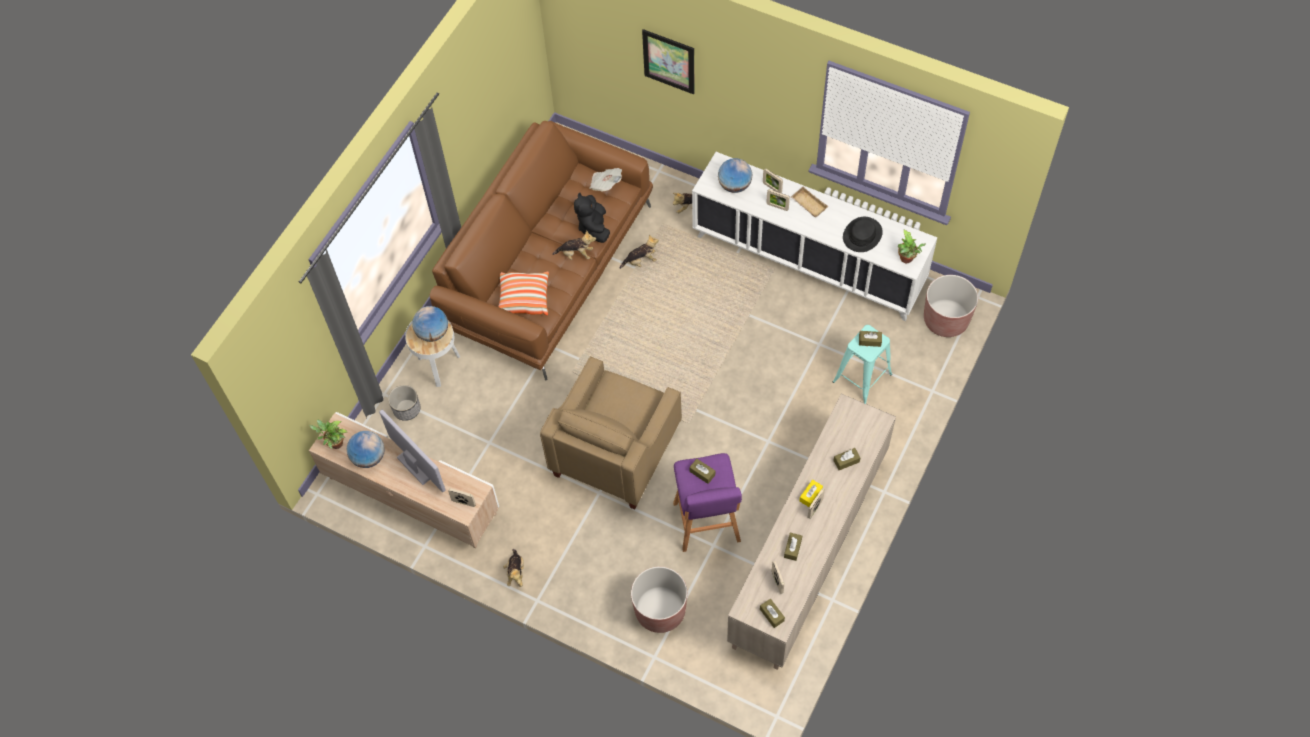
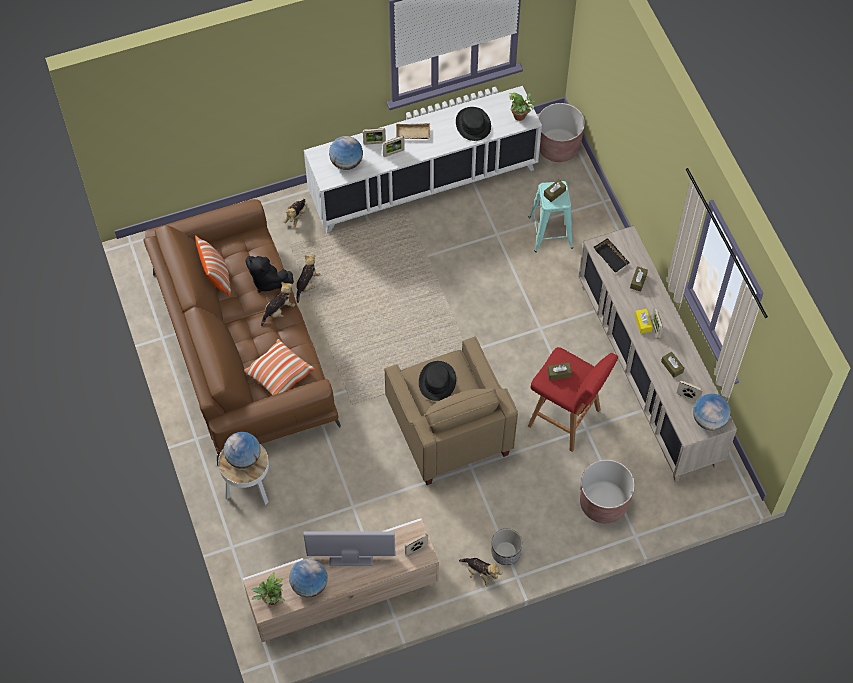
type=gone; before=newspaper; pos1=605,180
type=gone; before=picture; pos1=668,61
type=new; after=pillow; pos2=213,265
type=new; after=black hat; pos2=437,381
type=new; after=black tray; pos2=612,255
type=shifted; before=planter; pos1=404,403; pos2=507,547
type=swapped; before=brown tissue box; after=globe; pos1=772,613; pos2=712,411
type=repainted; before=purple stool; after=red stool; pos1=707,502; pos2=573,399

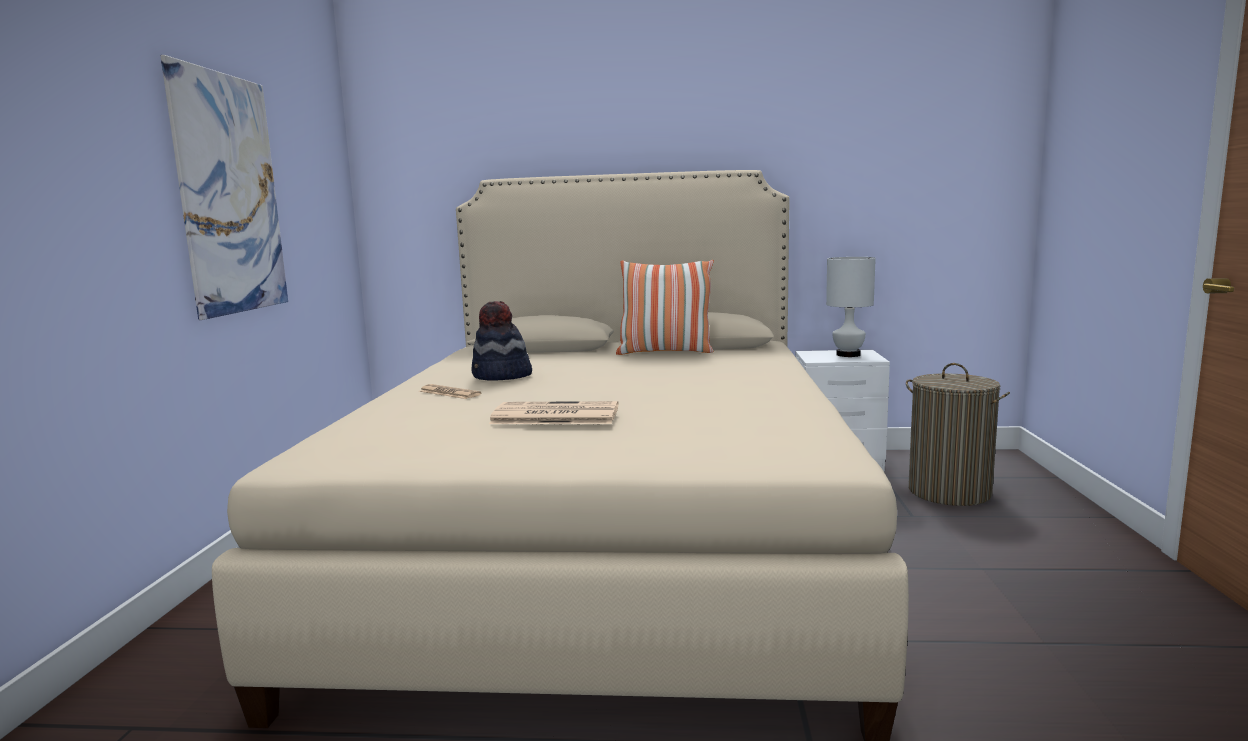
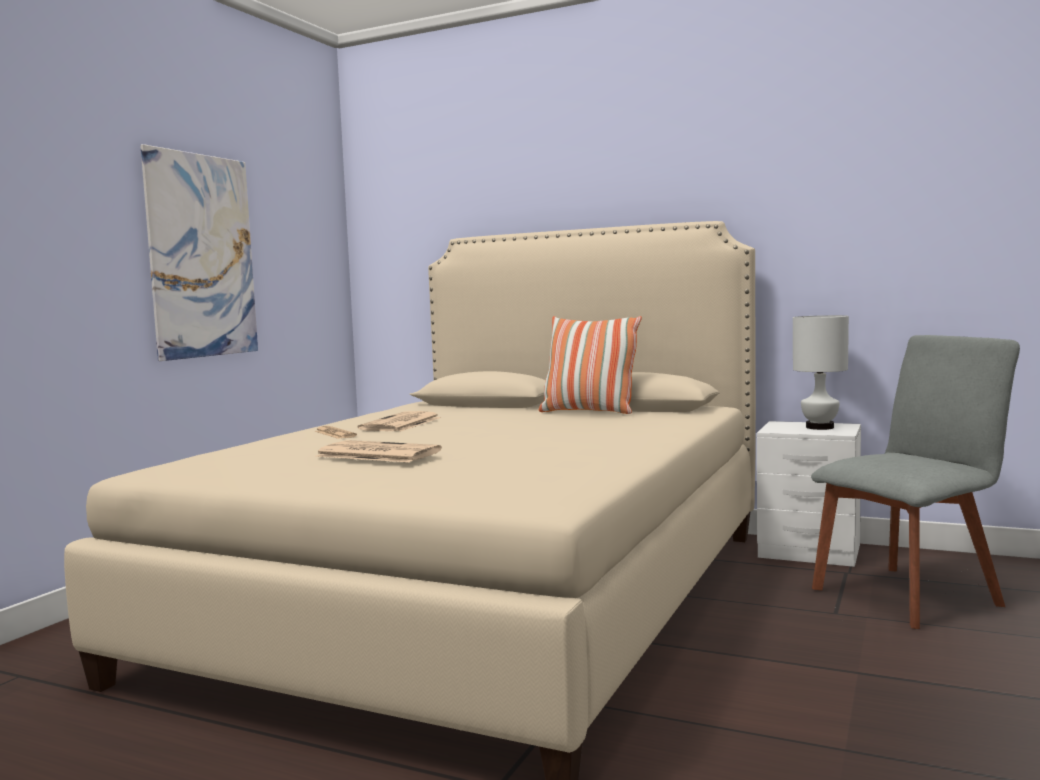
type=swapped; before=hat; after=newspaper; pos1=501,340; pos2=399,421
type=swapped; before=laundry basket; after=grey chair; pos1=958,434; pos2=915,482

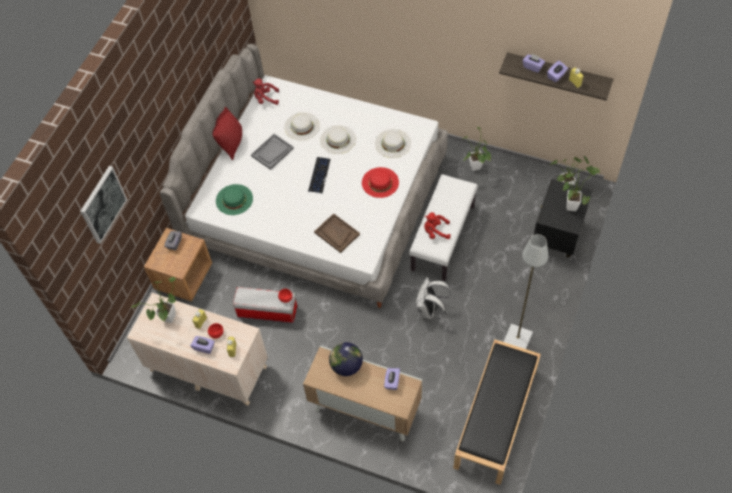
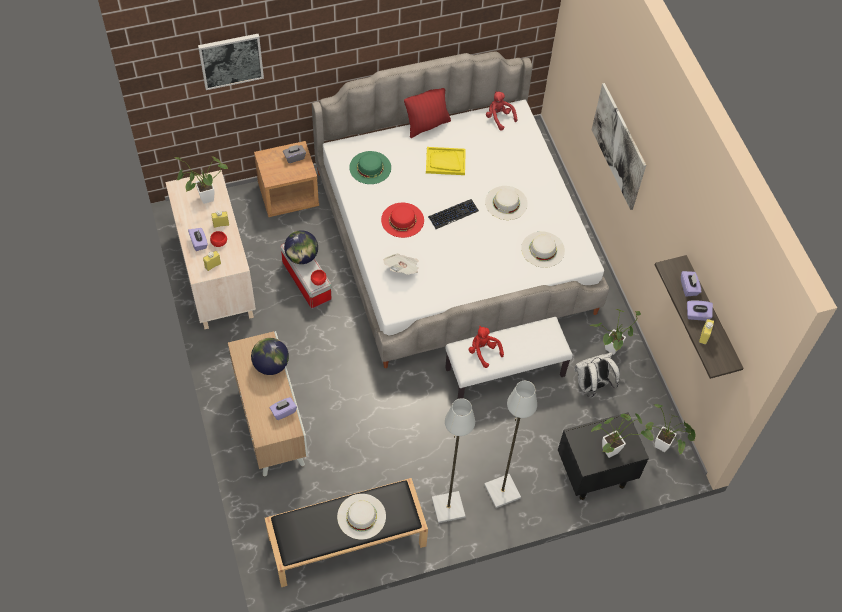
type=new; after=globe; pos2=301,247
type=new; after=grey floor lamp; pos2=510,444
type=new; after=picture; pos2=619,146
type=shifted; before=white hat; pos1=302,126; pos2=361,517
type=shifted; before=red hat; pos1=380,182; pos2=402,220
type=shifted; before=white backpack; pos1=433,298; pos2=597,375
type=swapped; before=brown tray; after=newspaper; pos1=337,233; pos2=401,264
type=repainted; before=grey tray; after=yellow tray; pos1=272,152; pos2=446,161

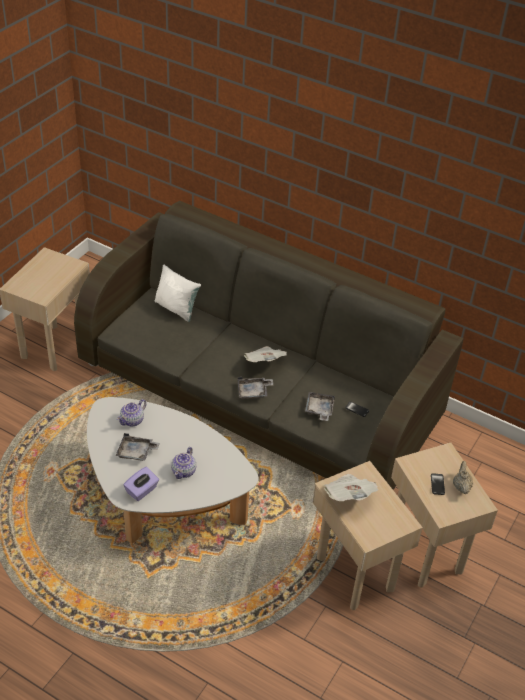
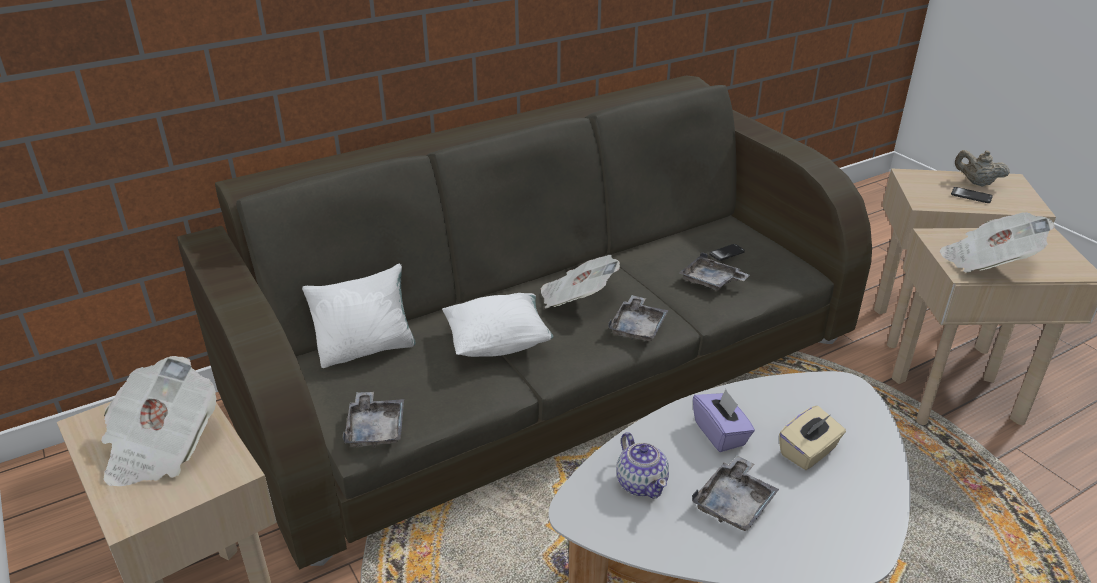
type=new; after=newspaper; pos2=159,421
type=new; after=grey tray; pos2=373,419
type=new; after=white pillow; pos2=497,325
type=shifted; before=purple tissue box; pos1=141,484; pos2=724,420
type=swapped; before=teapot; after=beige tissue box; pos1=183,463; pos2=812,438

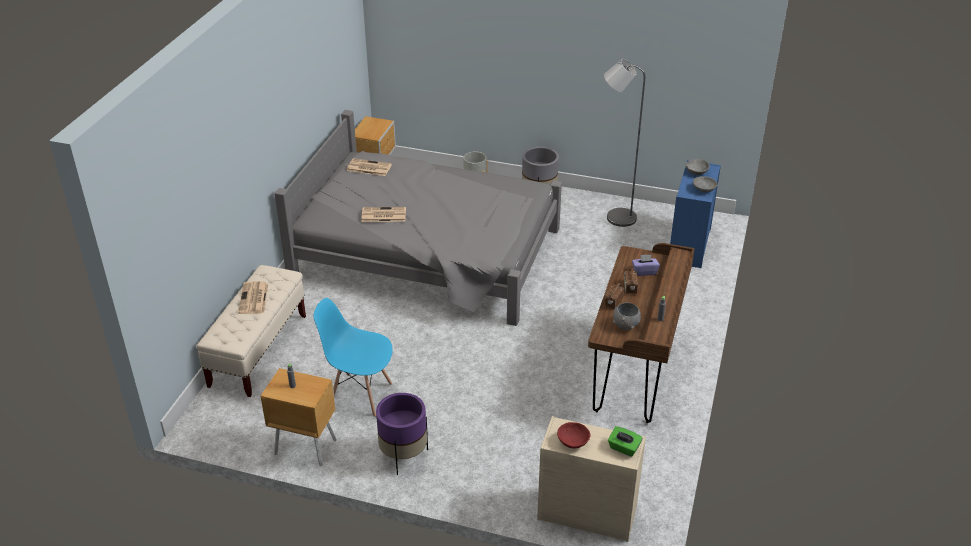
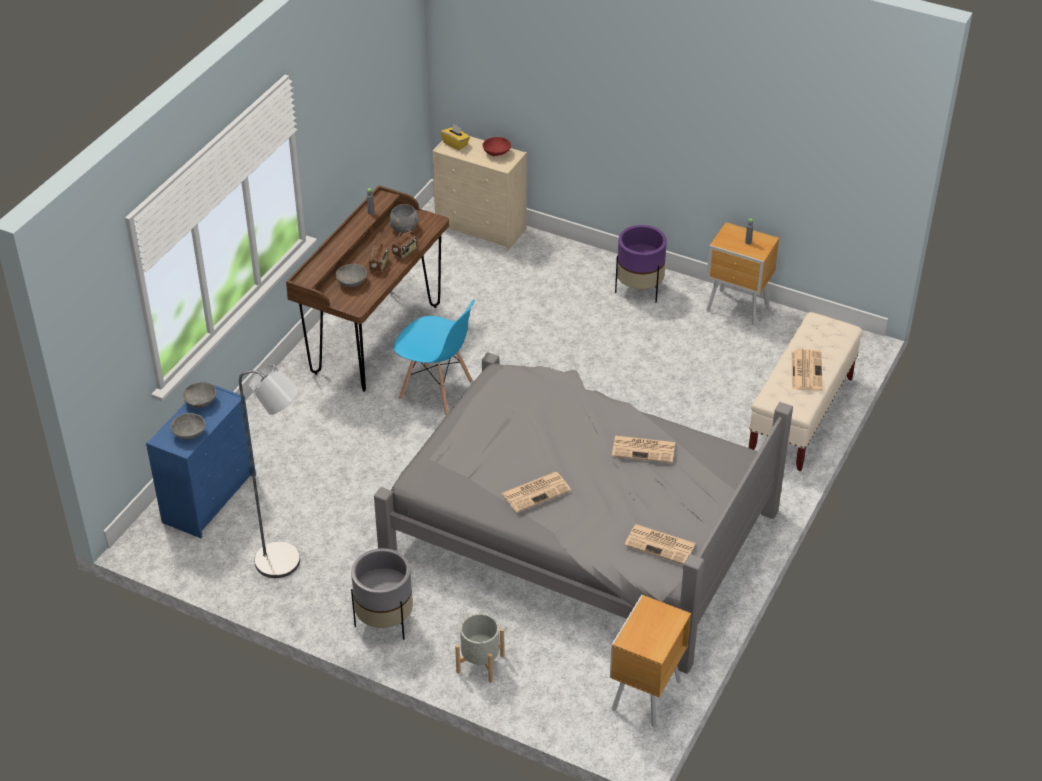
type=new; after=newspaper; pos2=536,492
type=shifted; before=blue chair; pos1=353,357; pos2=434,357
type=swapped; before=purple tissue box; after=grey bowl; pos1=646,265; pos2=351,275
type=repainted; before=green tissue box; after=yellow tissue box; pos1=625,441; pos2=455,137

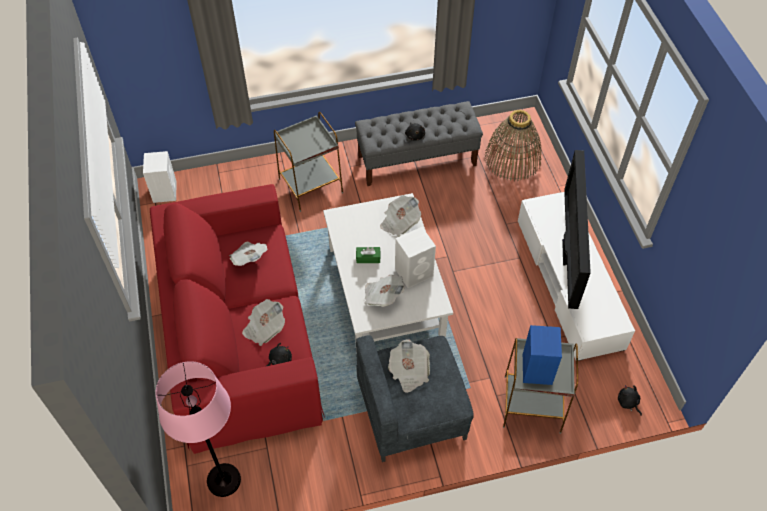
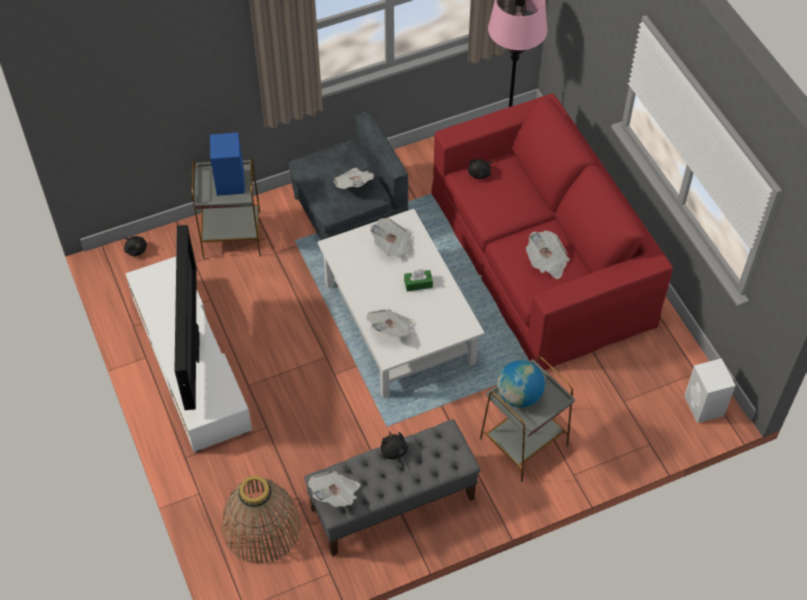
type=gone; before=white speaker; pos1=415,257
type=new; after=globe; pos2=521,384
type=shifted; before=newspaper; pos1=263,322; pos2=334,489

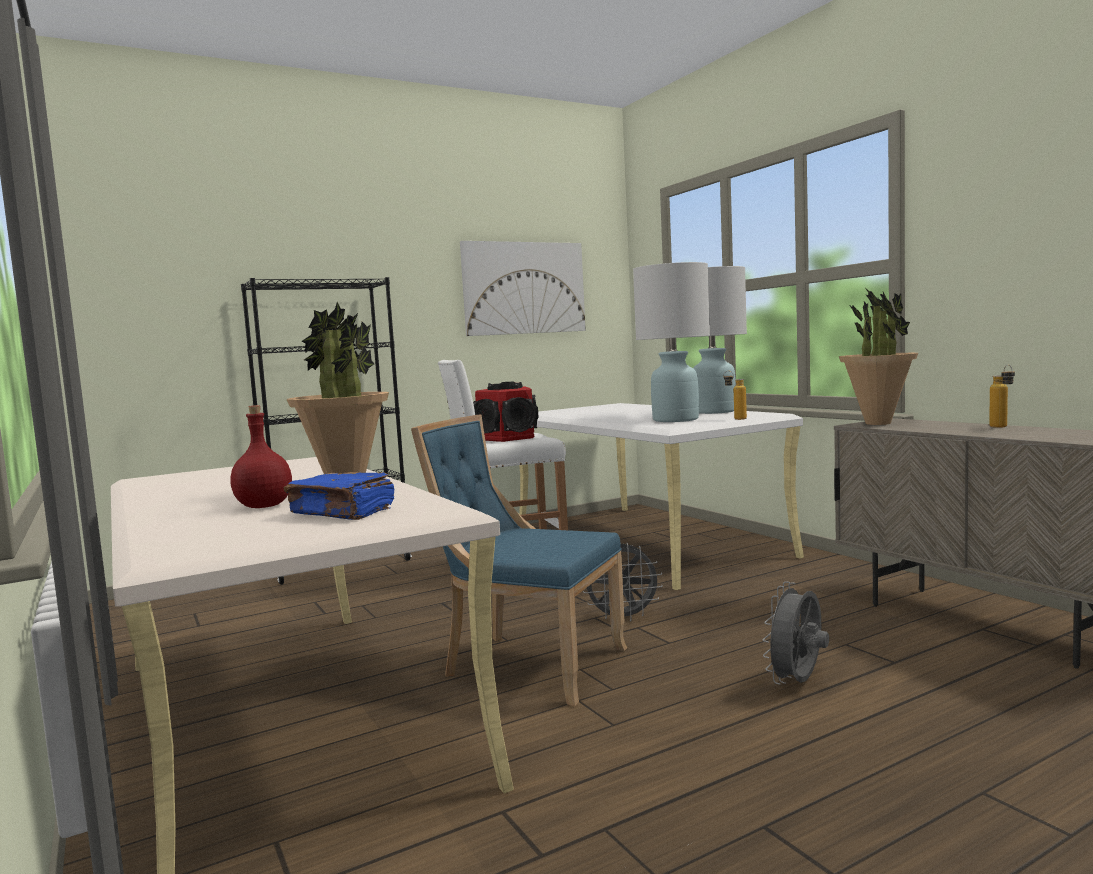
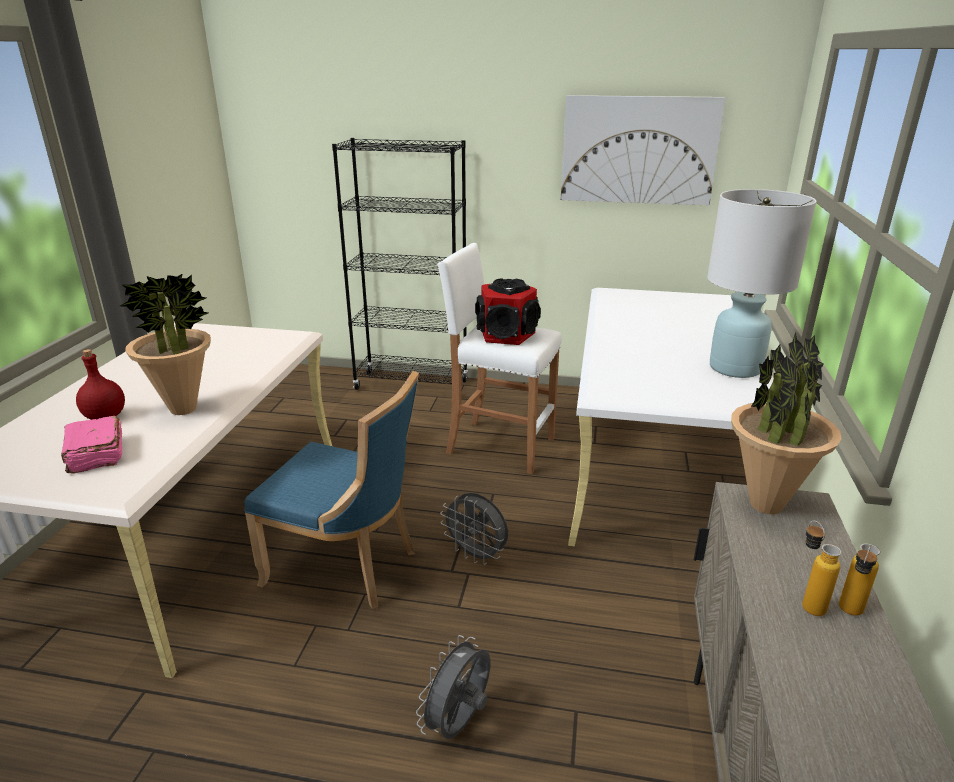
type=gone; before=white table lamp; pos1=671,342
type=shifted; before=bottle; pos1=735,395; pos2=822,568
type=repainted; before=blue book; after=pink book; pos1=339,496; pos2=91,444
type=rotated; before=blue chair; pos1=519,560; pos2=331,490; turn=135
type=rotated; before=grey fan; pos1=796,633; pos2=453,687; turn=-45

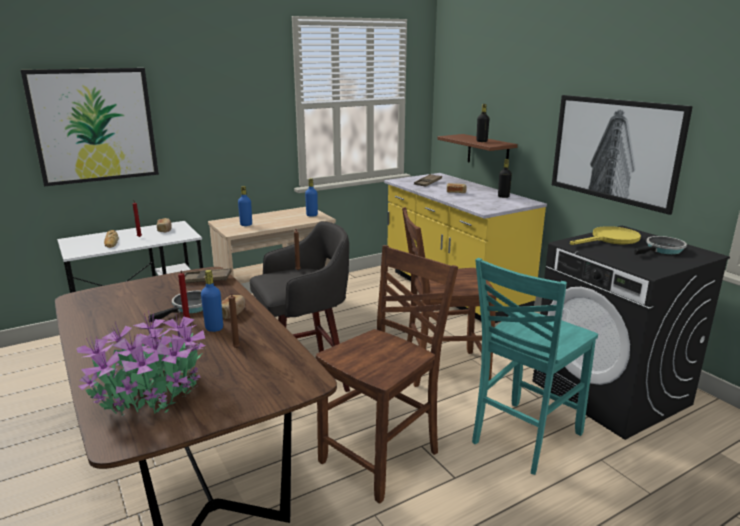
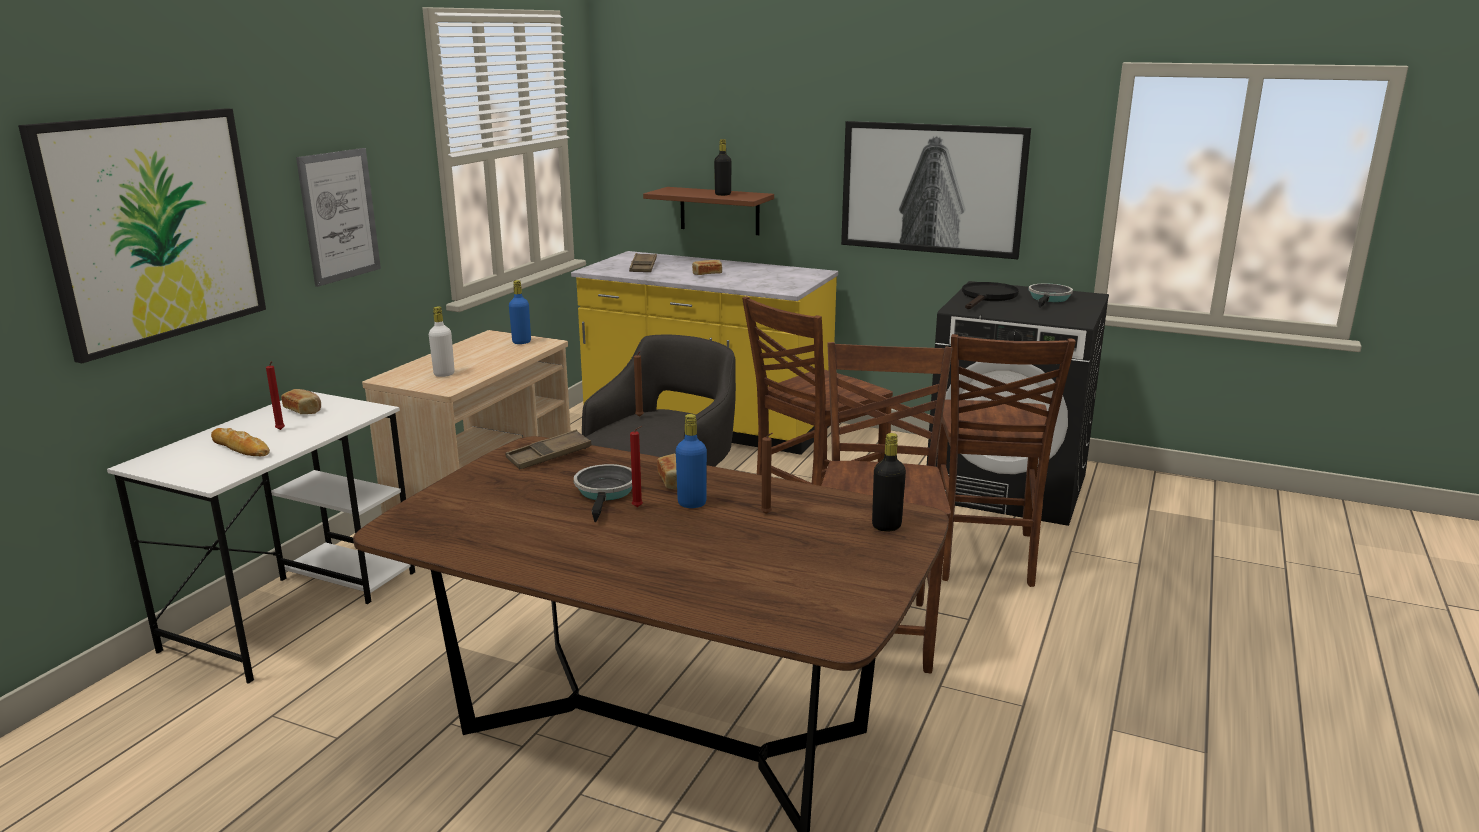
type=gone; before=potted plant; pos1=140,365
type=new; after=picture; pos2=338,217
type=shifted; before=black bottle; pos1=505,178; pos2=889,482
type=repainted; before=blue bottle; after=white bottle; pos1=245,206; pos2=442,341
type=repainted; before=turquoise chair; after=brown chair; pos1=535,366; pos2=1006,460
type=repainted; before=yellow frying pan; after=black frying pan; pos1=605,235; pos2=990,295

